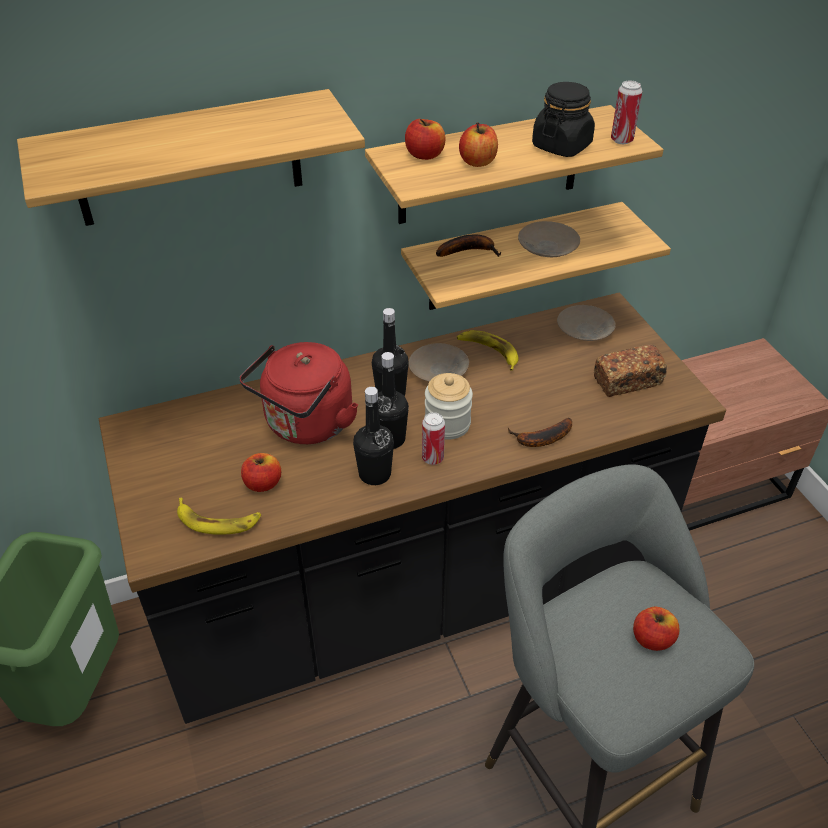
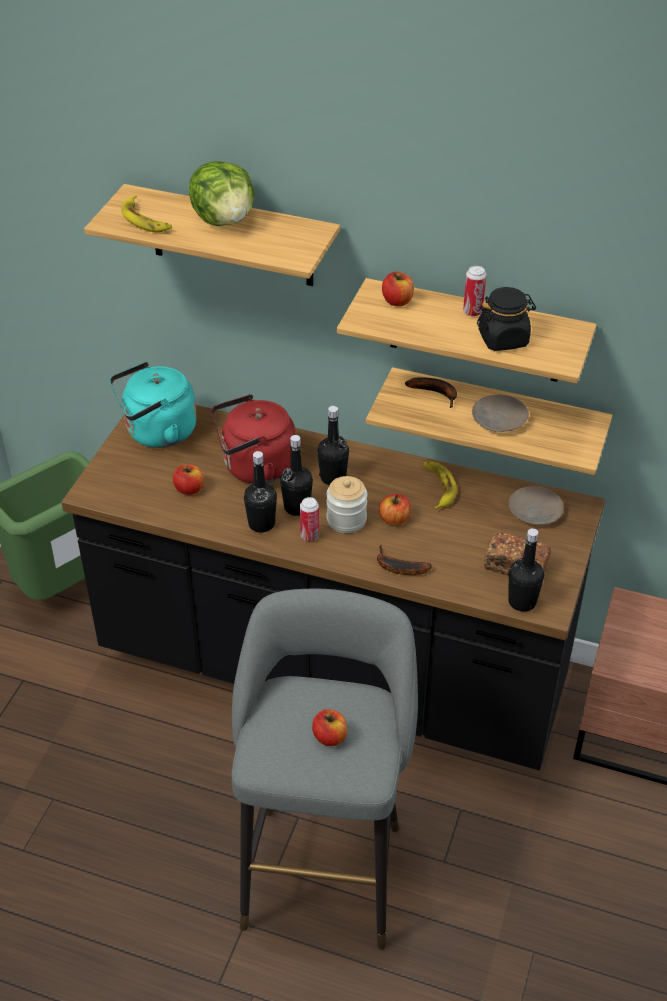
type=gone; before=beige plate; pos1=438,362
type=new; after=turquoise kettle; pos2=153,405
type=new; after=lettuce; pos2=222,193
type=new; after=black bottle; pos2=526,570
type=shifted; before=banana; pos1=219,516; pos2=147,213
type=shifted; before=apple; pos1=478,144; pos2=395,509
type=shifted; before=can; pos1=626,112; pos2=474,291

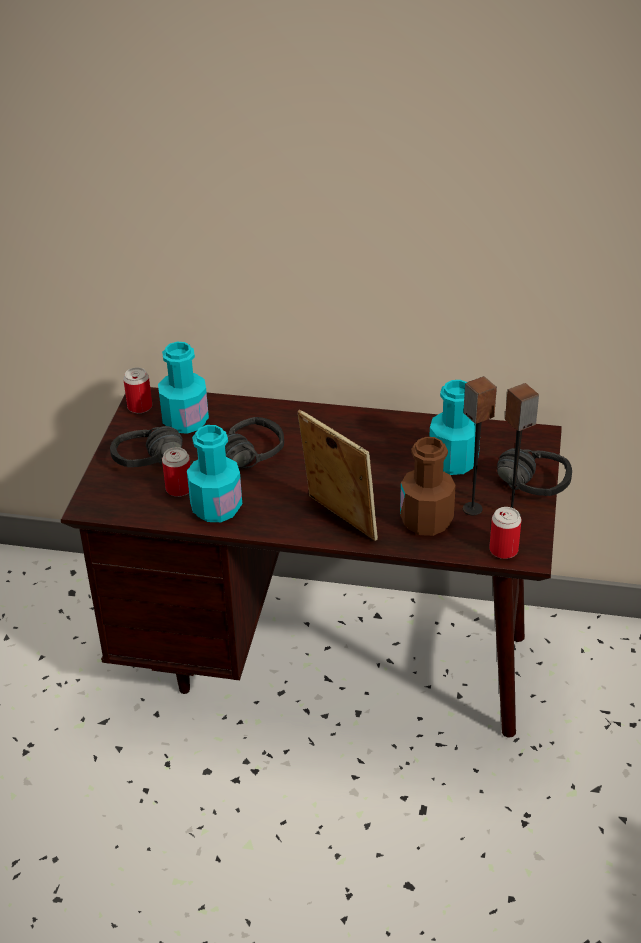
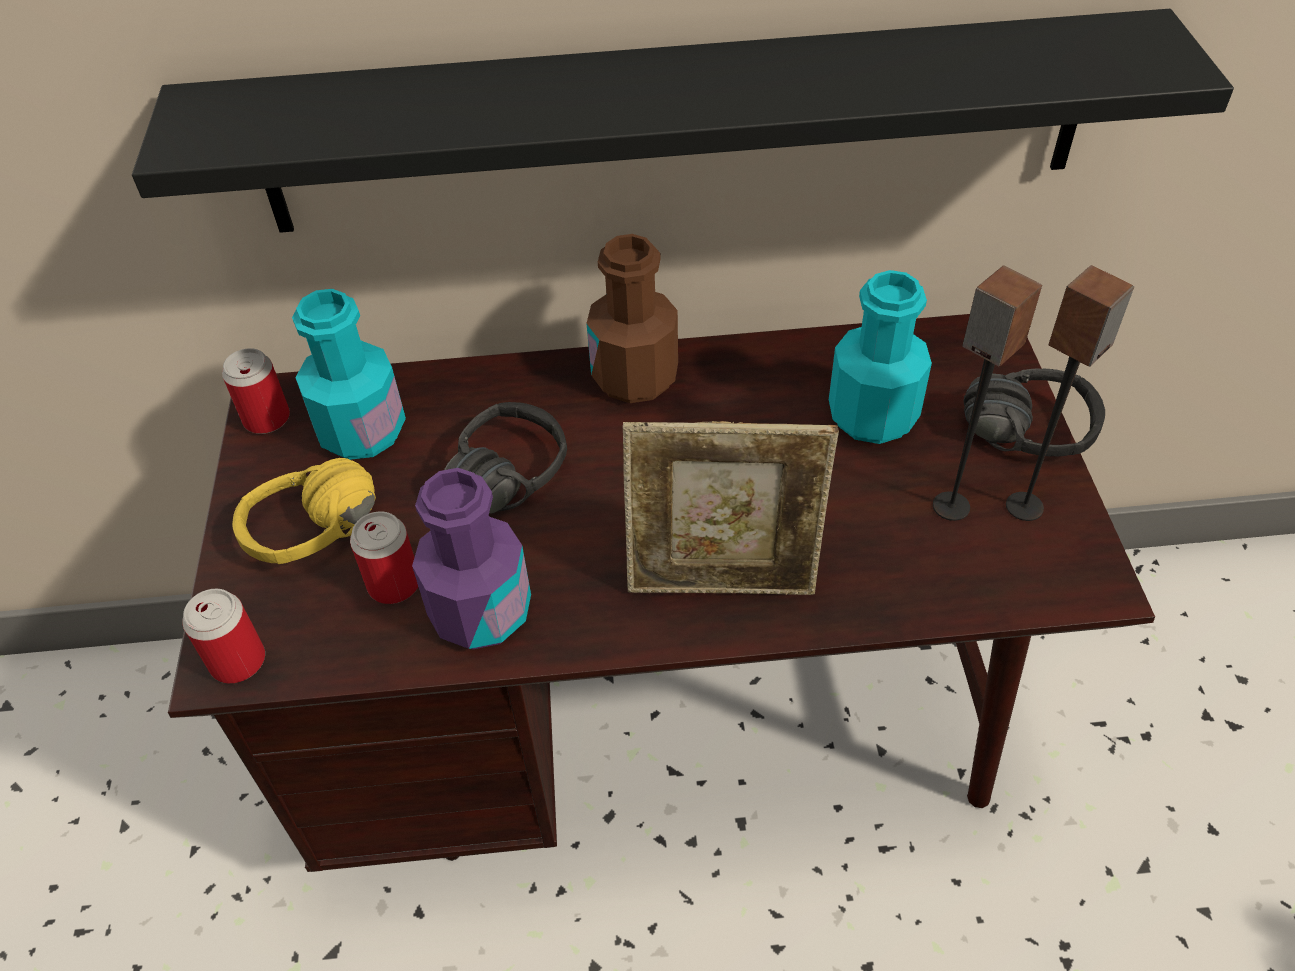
type=new; after=black shelf; pos2=683,121
type=shifted; before=brown bottle; pos1=428,486; pos2=632,318
type=shifted; before=can; pos1=505,533; pos2=223,636
type=repainted; before=black headphones; after=yellow headphones; pos1=146,446; pos2=304,511
type=repainted; before=turquoise bottle; after=purple bottle; pos1=214,473; pos2=471,559
type=rotated; before=picture frame; pos1=338,475; pos2=731,508; turn=150

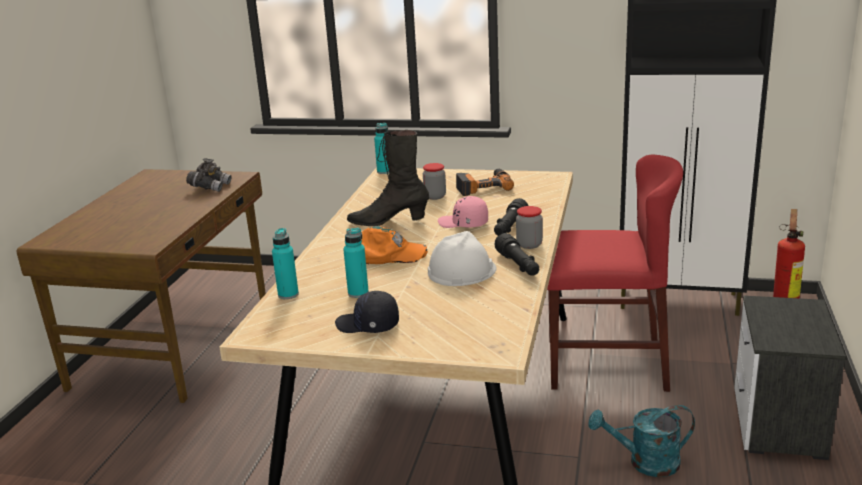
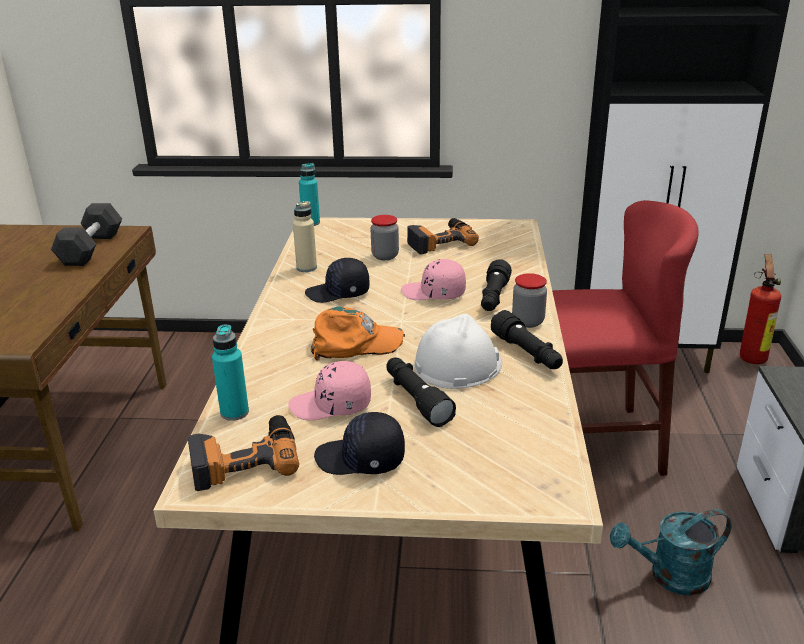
type=new; after=power drill; pos2=243,453
type=new; after=beige bottle; pos2=305,236
type=new; after=black flashlight; pos2=421,392
type=swapped; before=grey binoculars; after=black dumbbell; pos1=209,175; pos2=86,234
type=swapped; before=turquoise bottle; after=pink cap; pos1=356,263; pos2=329,391
type=swapped; before=black boot; after=black cap; pos1=388,178; pos2=337,280

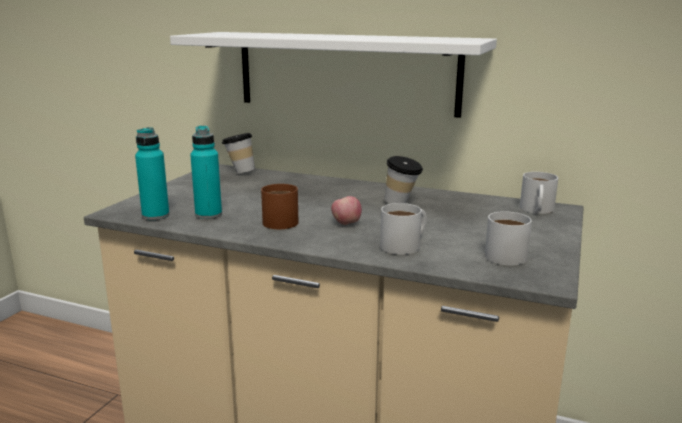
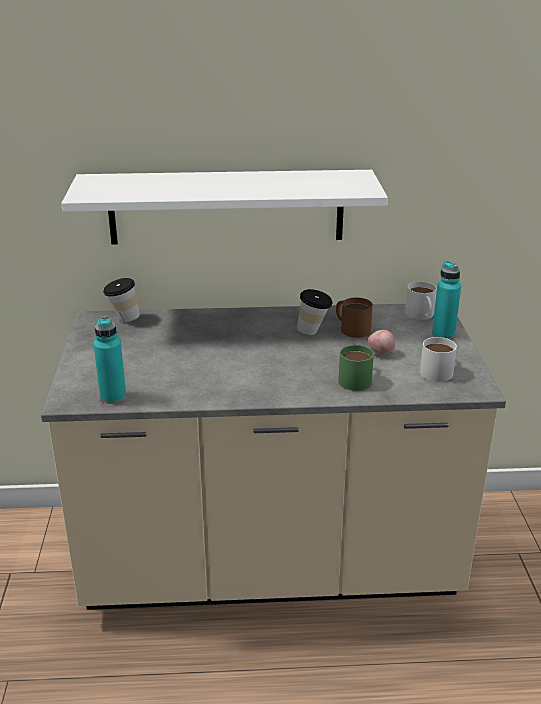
type=shifted; before=turquoise bottle; pos1=206,172; pos2=446,300
type=shifted; before=brown mug; pos1=280,206; pos2=354,318
type=shifted; before=apple; pos1=346,210; pos2=381,342
type=repainted; before=white mug; after=green mug; pos1=403,229; pos2=356,368

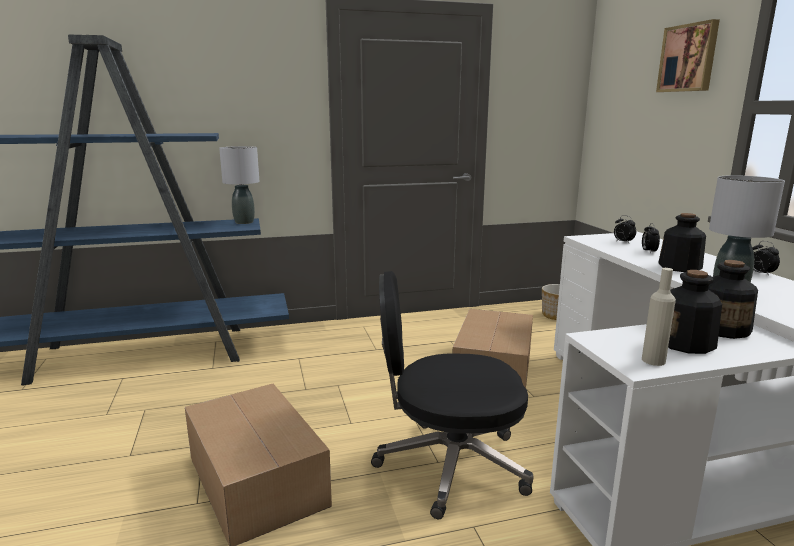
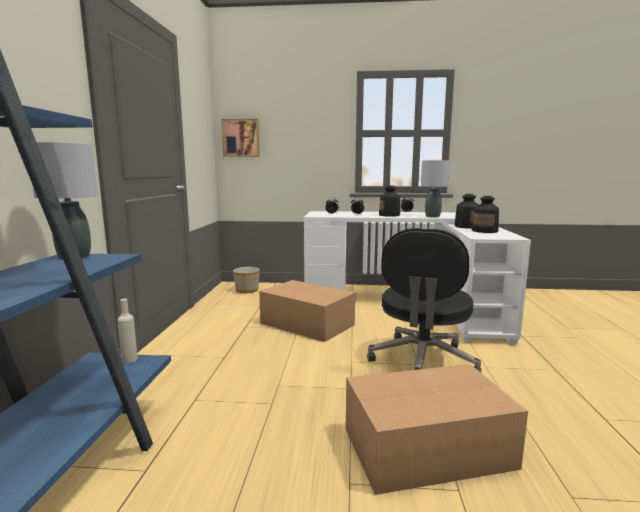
type=shifted; before=beige bottle; pos1=659,317; pos2=127,331
type=shifted; before=picture; pos1=688,55; pos2=240,138

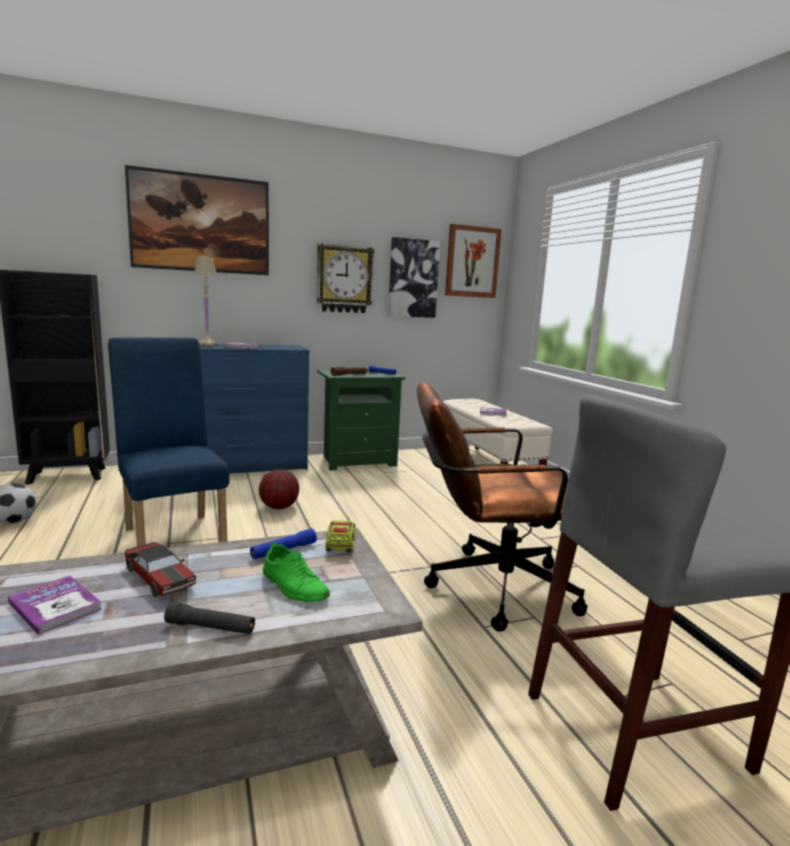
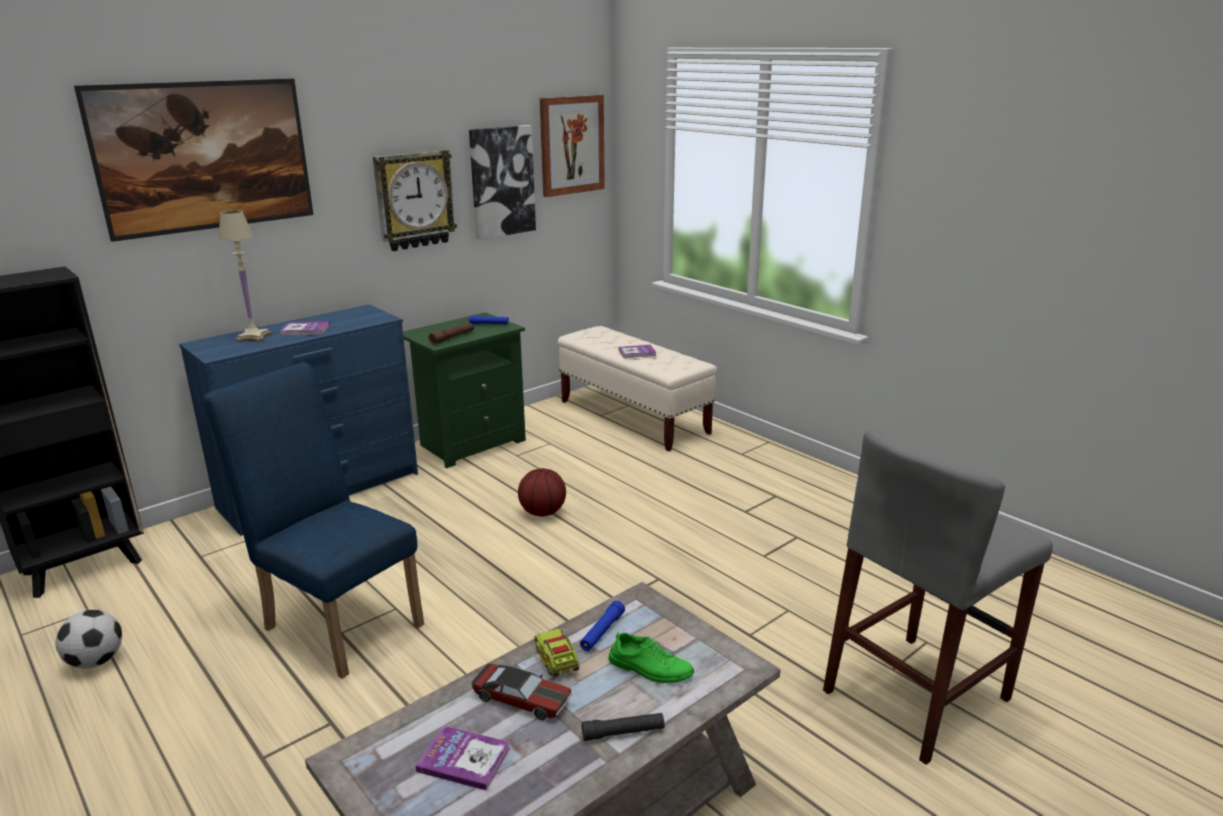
type=gone; before=brown office chair; pos1=502,507
type=shifted; before=basketball; pos1=279,489; pos2=542,492
type=shifted; before=toy truck; pos1=340,536; pos2=556,653

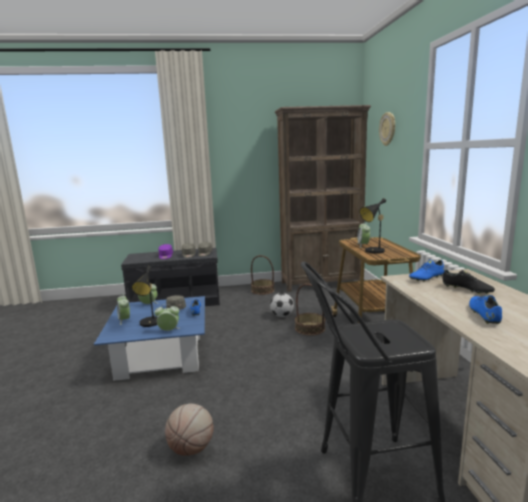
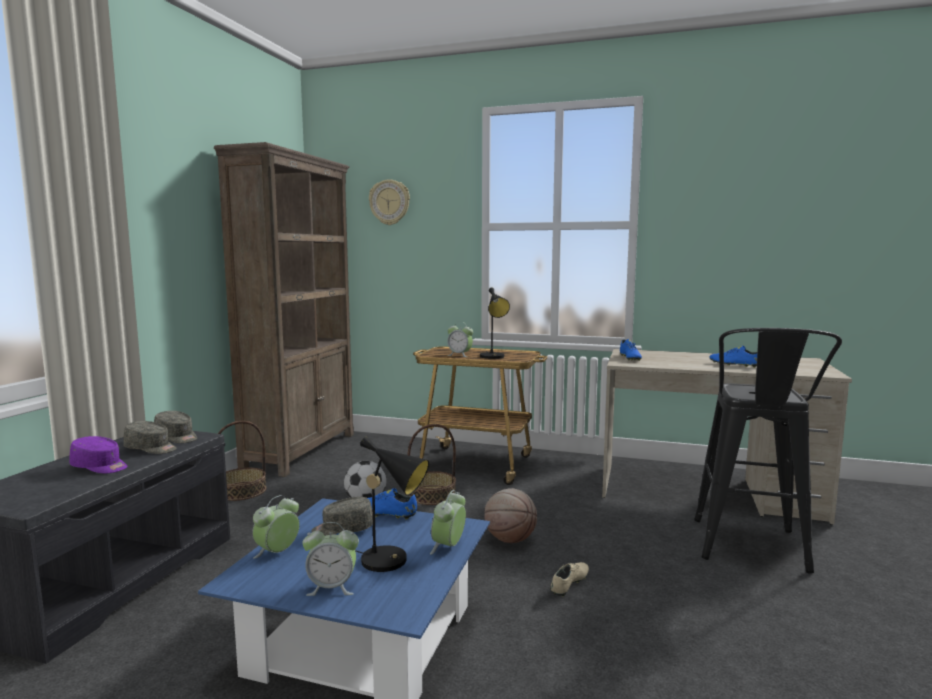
type=gone; before=black shoe; pos1=469,282
type=new; after=beige shoe; pos2=570,579
type=shifted; before=basketball; pos1=189,429; pos2=510,515

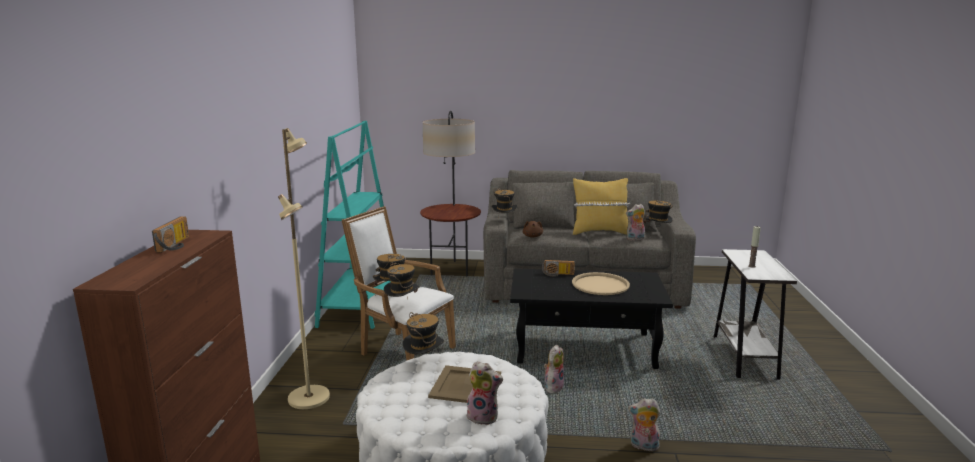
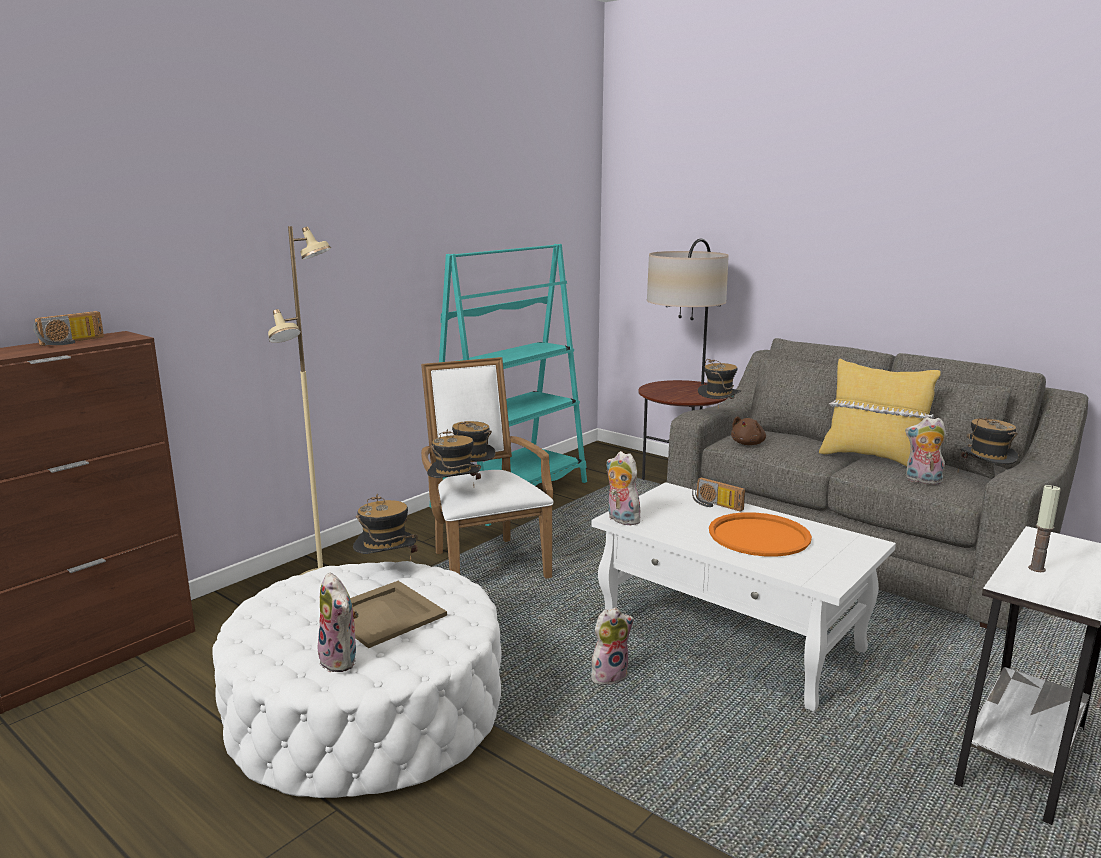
type=shifted; before=plush toy; pos1=644,424; pos2=624,488
type=repainted; before=black coffee table; after=white coffee table; pos1=591,319; pos2=744,597
type=repainted; before=beige tray; after=orange tray; pos1=601,283; pos2=760,534

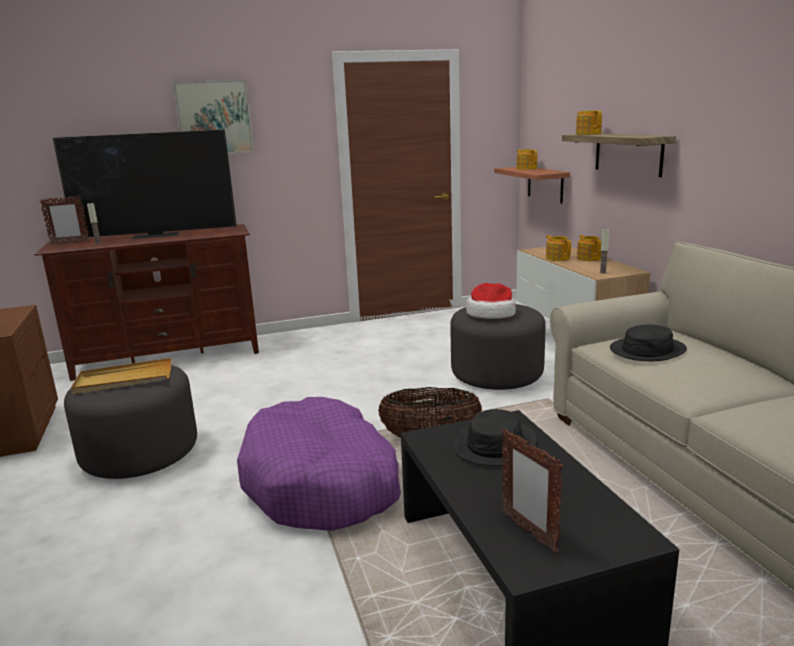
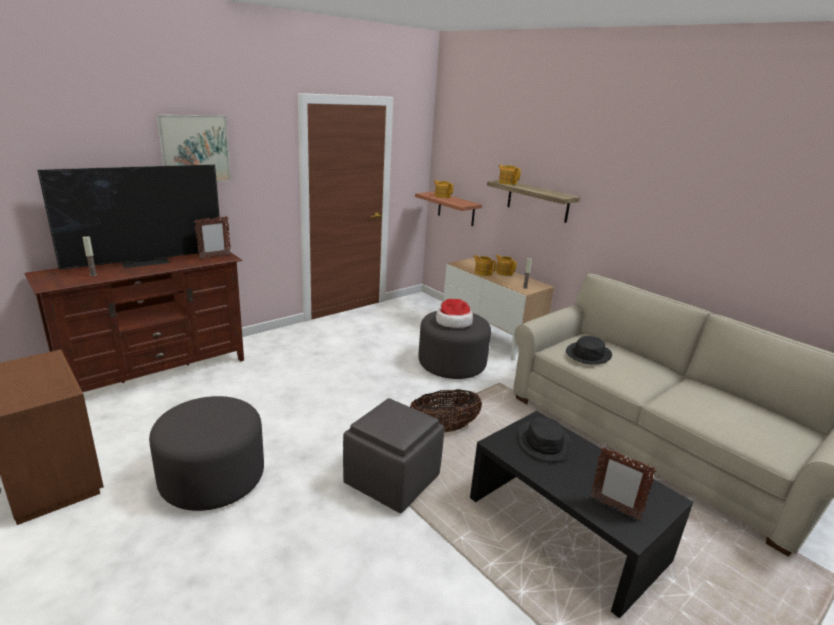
type=gone; before=beige tray; pos1=121,376
type=shifted; before=picture frame; pos1=65,220; pos2=212,237
type=swapped; before=purple dog bed; after=grey ottoman; pos1=319,464; pos2=394,455

